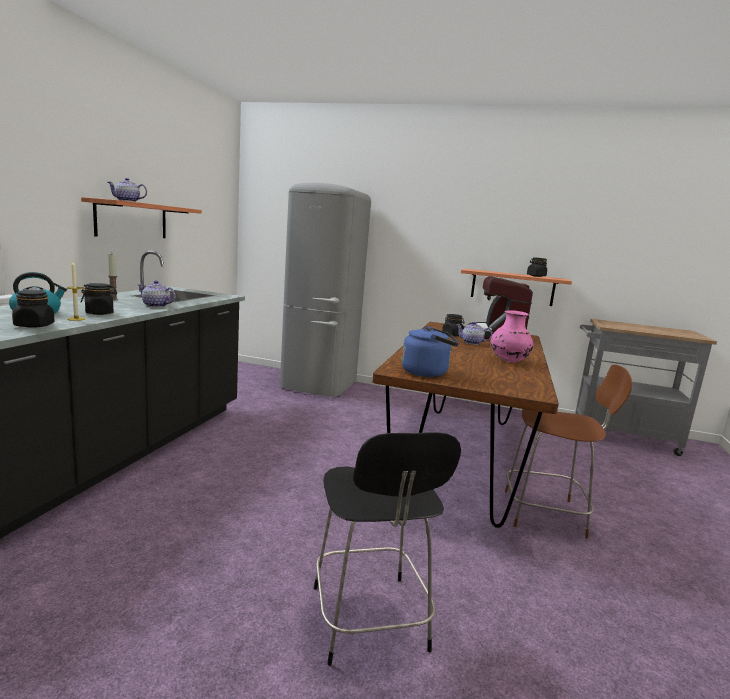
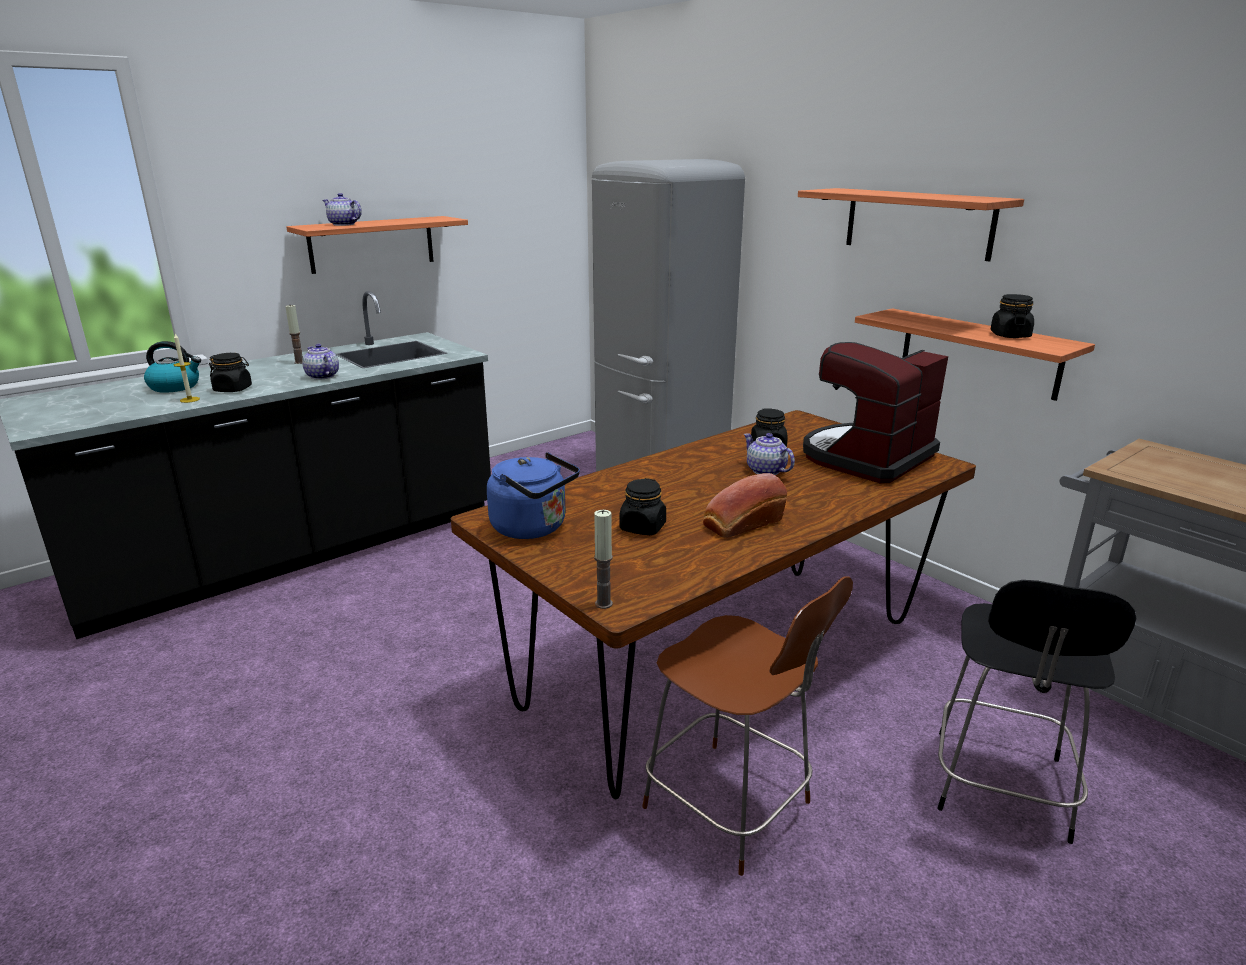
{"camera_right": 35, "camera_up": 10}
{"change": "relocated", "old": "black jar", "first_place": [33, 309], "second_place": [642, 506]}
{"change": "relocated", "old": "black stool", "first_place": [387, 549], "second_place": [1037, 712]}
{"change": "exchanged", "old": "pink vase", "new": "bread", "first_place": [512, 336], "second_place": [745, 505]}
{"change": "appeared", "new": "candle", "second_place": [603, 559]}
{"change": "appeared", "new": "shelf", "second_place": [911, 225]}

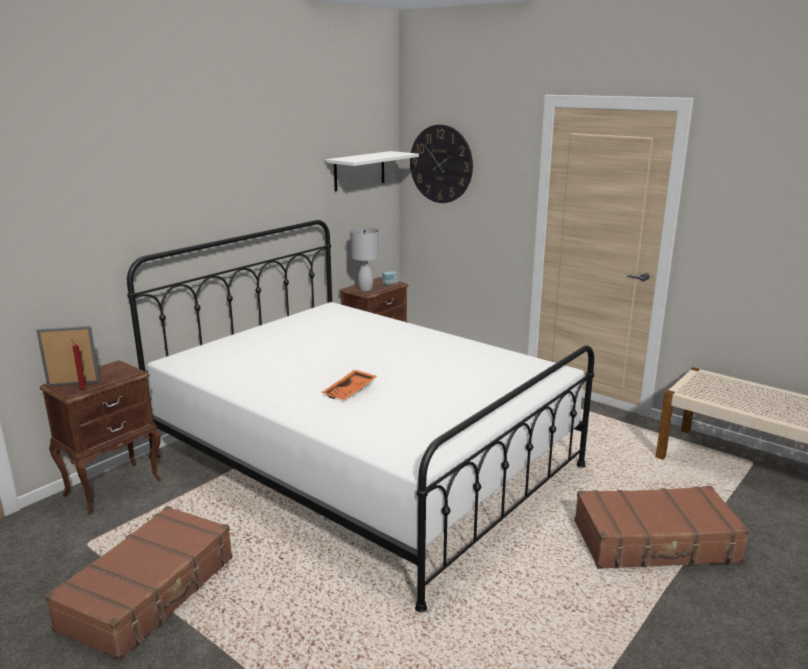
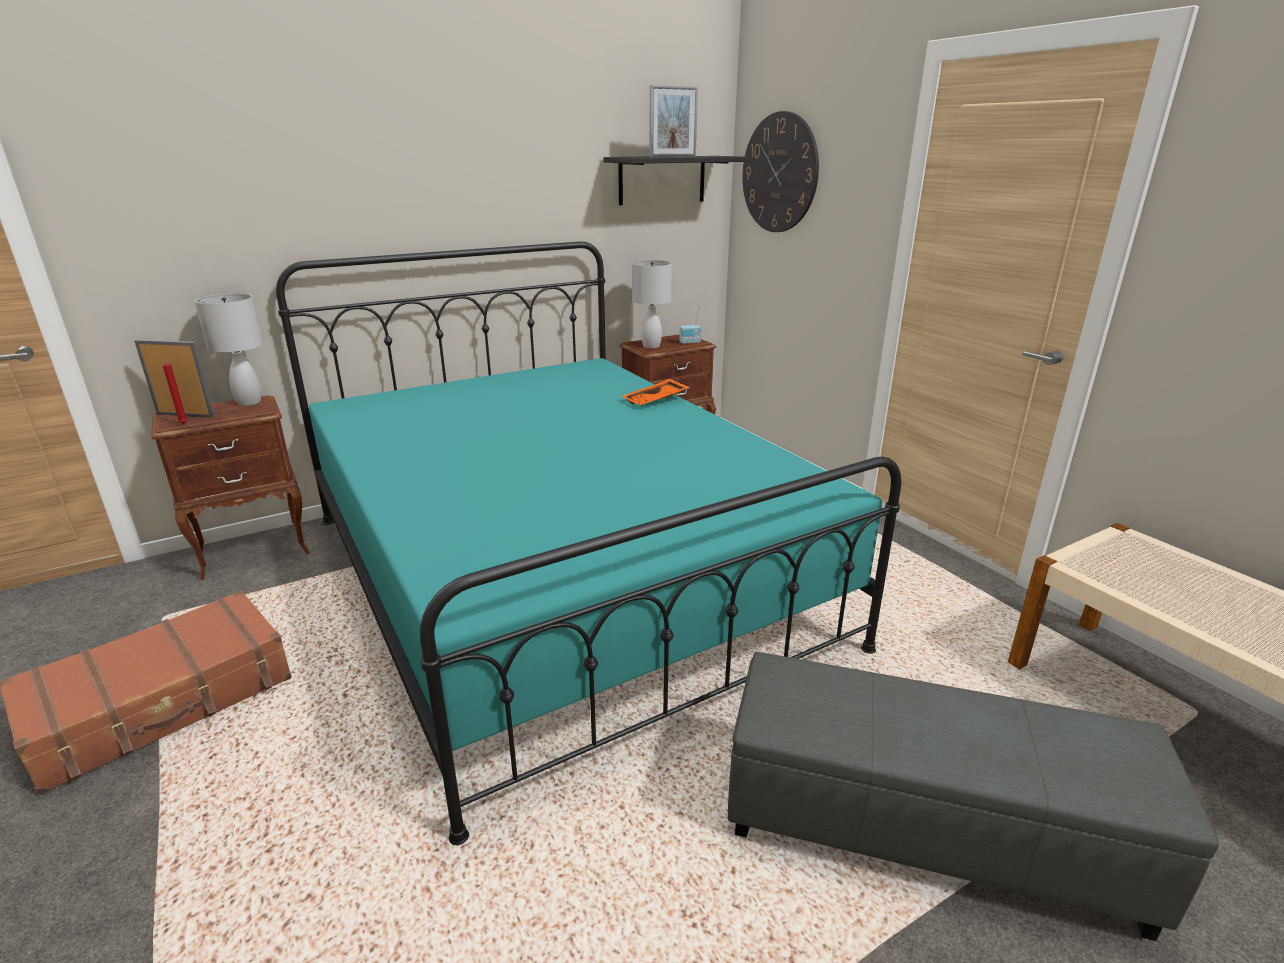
{"camera_right": 20, "camera_up": 5}
{"change": "colour", "old": "white bed", "new": "turquoise bed", "first_place": [360, 416], "second_place": [588, 543]}
{"change": "relocated", "old": "orange tray", "first_place": [349, 385], "second_place": [655, 392]}
{"change": "colour", "old": "white shelf", "new": "black shelf", "first_place": [372, 171], "second_place": [676, 180]}
{"change": "exchanged", "old": "brown suitcase", "new": "grey ottoman", "first_place": [662, 527], "second_place": [973, 796]}
{"change": "appeared", "new": "white table lamp", "second_place": [228, 350]}
{"change": "appeared", "new": "picture frame", "second_place": [673, 121]}

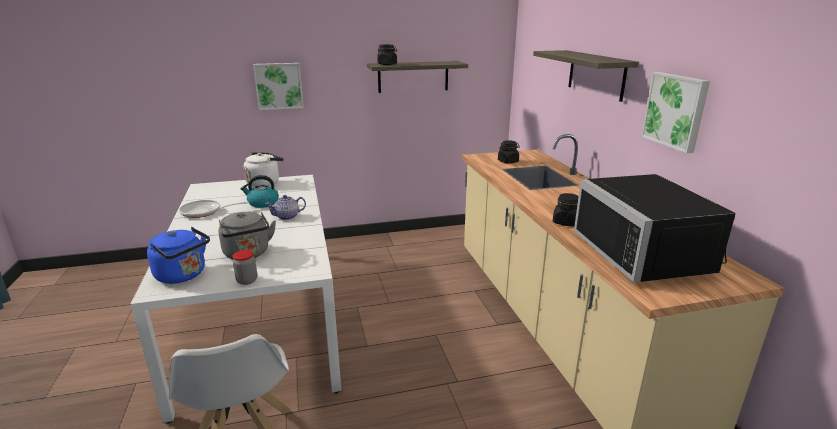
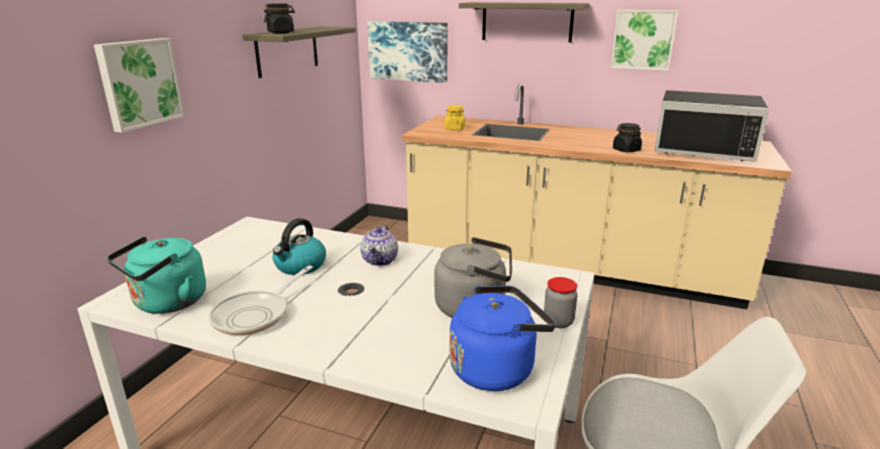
{"camera_right": -55, "camera_up": 0}
{"change": "missing", "old": "white kettle", "first_place": [264, 169]}
{"change": "colour", "old": "black jar", "new": "yellow jar", "first_place": [509, 151], "second_place": [455, 117]}
{"change": "appeared", "new": "turquoise kettle", "second_place": [156, 275]}
{"change": "appeared", "new": "picture", "second_place": [407, 52]}

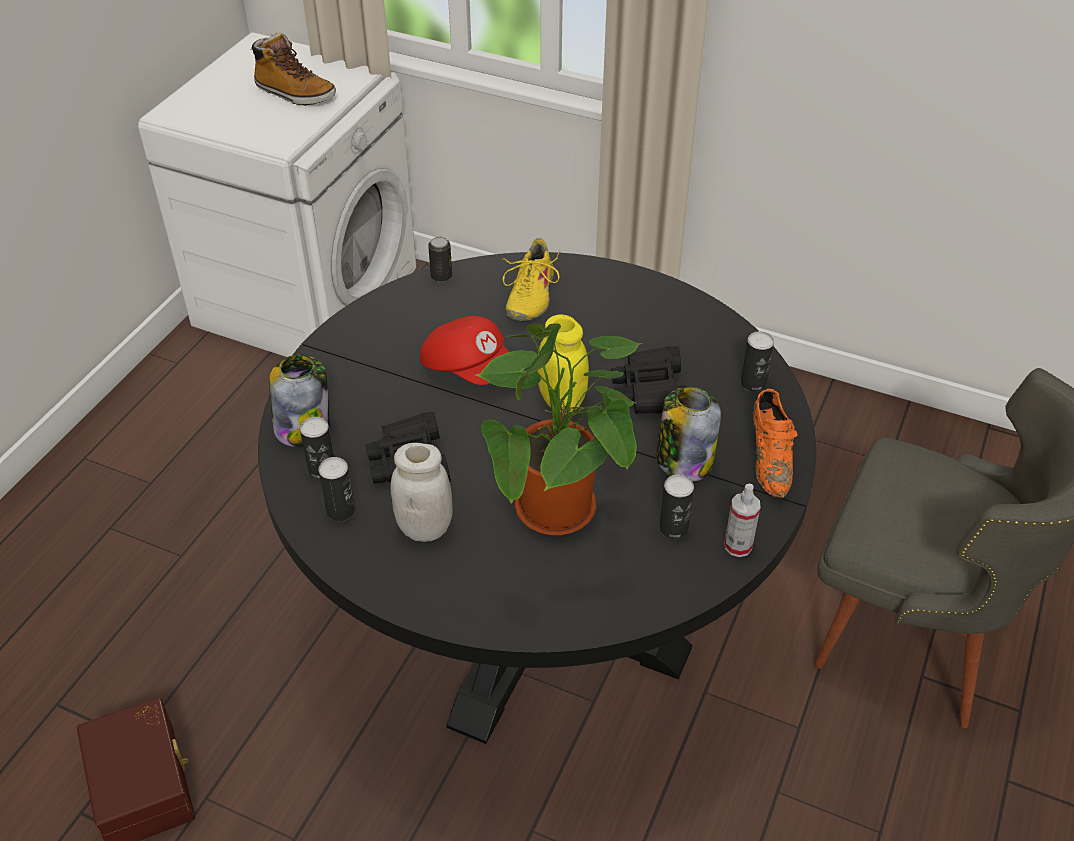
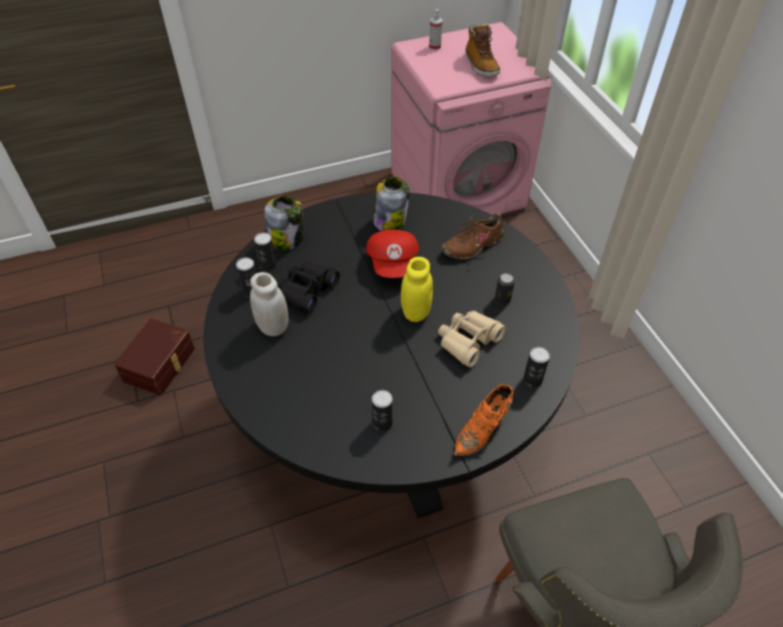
{"camera_right": 45, "camera_up": 5}
{"change": "colour", "old": "white washing machine", "new": "pink washing machine", "first_place": [277, 194], "second_place": [471, 118]}
{"change": "relocated", "old": "can", "first_place": [440, 259], "second_place": [505, 289]}
{"change": "missing", "old": "potted plant", "first_place": [559, 429]}
{"change": "colour", "old": "yellow shoe", "new": "brown shoe", "first_place": [531, 279], "second_place": [473, 236]}
{"change": "colour", "old": "black binoculars", "new": "beige binoculars", "first_place": [648, 380], "second_place": [472, 339]}
{"change": "relocated", "old": "jar", "first_place": [688, 433], "second_place": [391, 204]}
{"change": "relocated", "old": "spray bottle", "first_place": [742, 520], "second_place": [436, 29]}

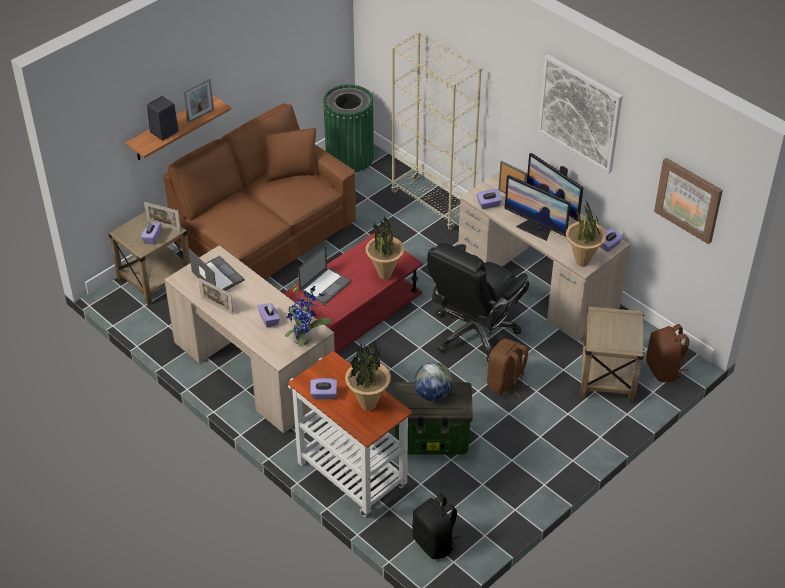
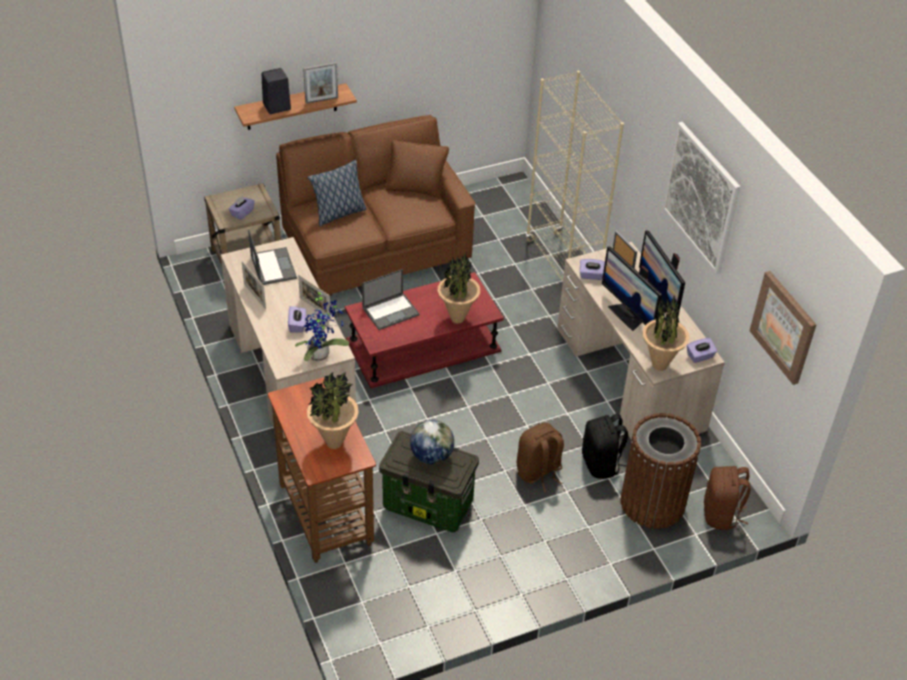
{"camera_right": 20, "camera_up": 0}
{"change": "relocated", "old": "picture frame", "first_place": [162, 216], "second_place": [314, 297]}
{"change": "colour", "old": "white cart", "new": "brown cart", "first_place": [350, 434], "second_place": [322, 470]}
{"change": "missing", "old": "purple tissue box", "first_place": [323, 388]}
{"change": "missing", "old": "green trash can", "first_place": [348, 128]}
{"change": "relocated", "old": "black backpack", "first_place": [436, 526], "second_place": [605, 446]}
{"change": "missing", "old": "black office chair", "first_place": [478, 302]}
{"change": "exchanged", "old": "beige side table", "new": "brown trash can", "first_place": [612, 354], "second_place": [661, 471]}
{"change": "appeared", "new": "pillow", "second_place": [337, 193]}

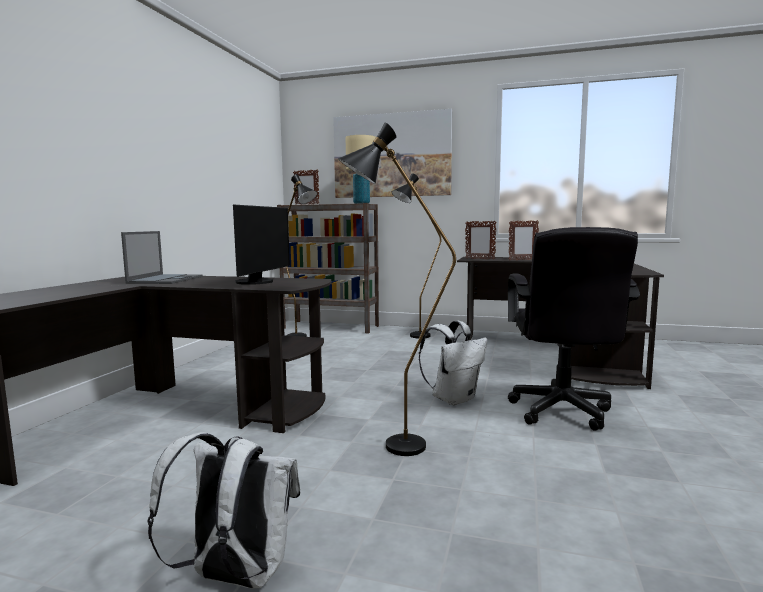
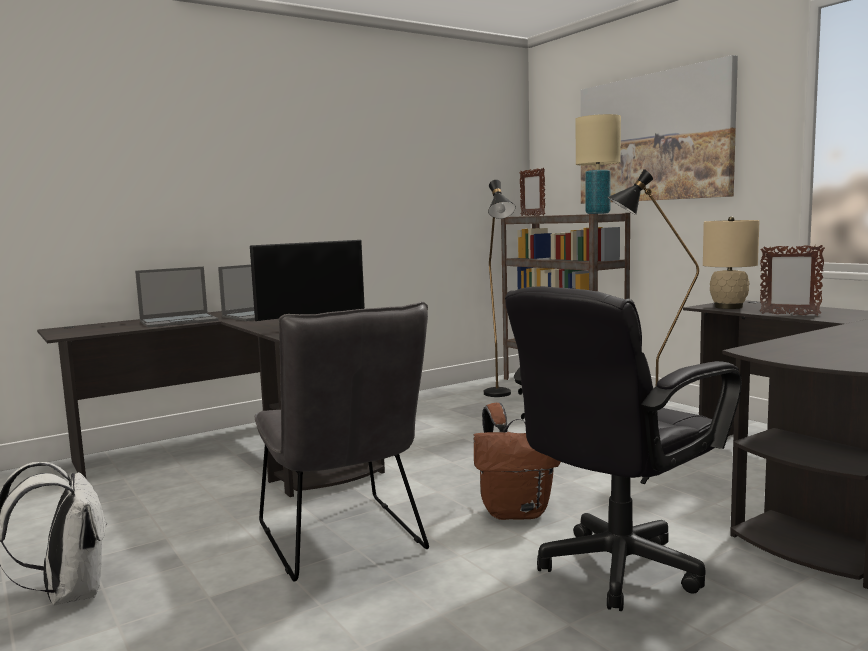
{"camera_right": 40, "camera_up": 0}
{"change": "exchanged", "old": "black floor lamp", "new": "grey chair", "first_place": [397, 289], "second_place": [342, 441]}
{"change": "colour", "old": "white backpack", "new": "brown backpack", "first_place": [453, 362], "second_place": [517, 461]}
{"change": "exchanged", "old": "picture frame", "new": "beige table lamp", "first_place": [481, 240], "second_place": [731, 262]}
{"change": "appeared", "new": "laptop", "second_place": [177, 297]}

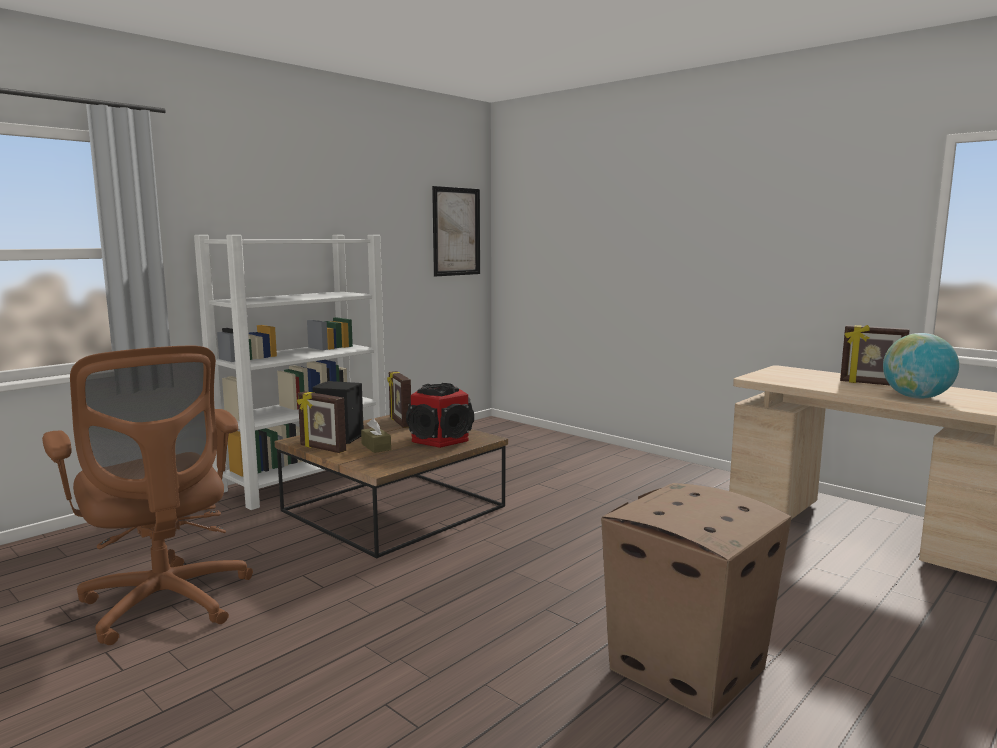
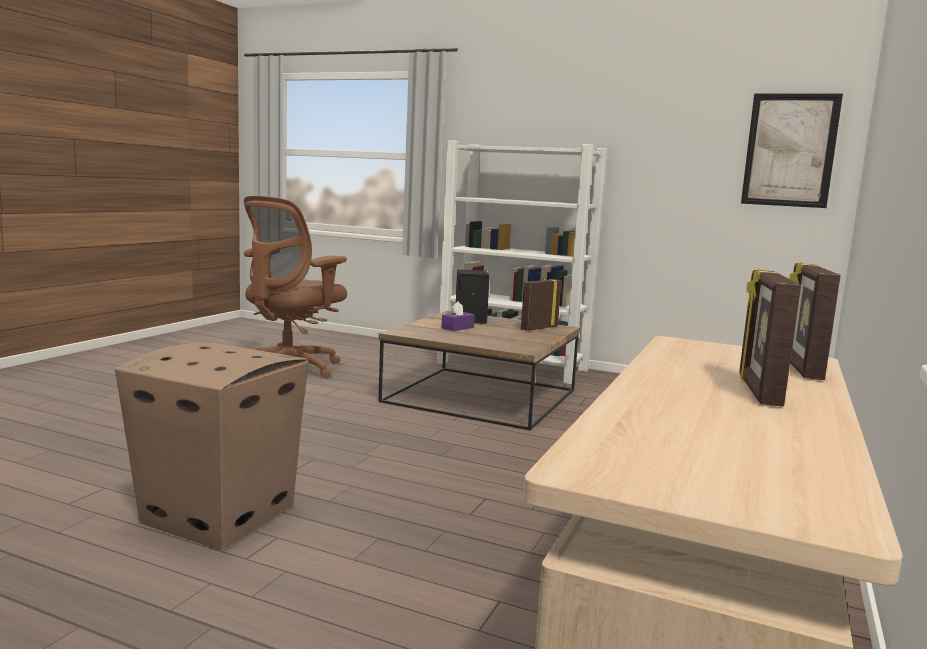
{"camera_right": 70, "camera_up": 0}
{"change": "relocated", "old": "picture frame", "first_place": [321, 422], "second_place": [815, 321]}
{"change": "colour", "old": "brown tissue box", "new": "purple tissue box", "first_place": [376, 435], "second_place": [458, 316]}
{"change": "missing", "old": "speaker", "first_place": [440, 415]}
{"change": "missing", "old": "globe", "first_place": [921, 366]}

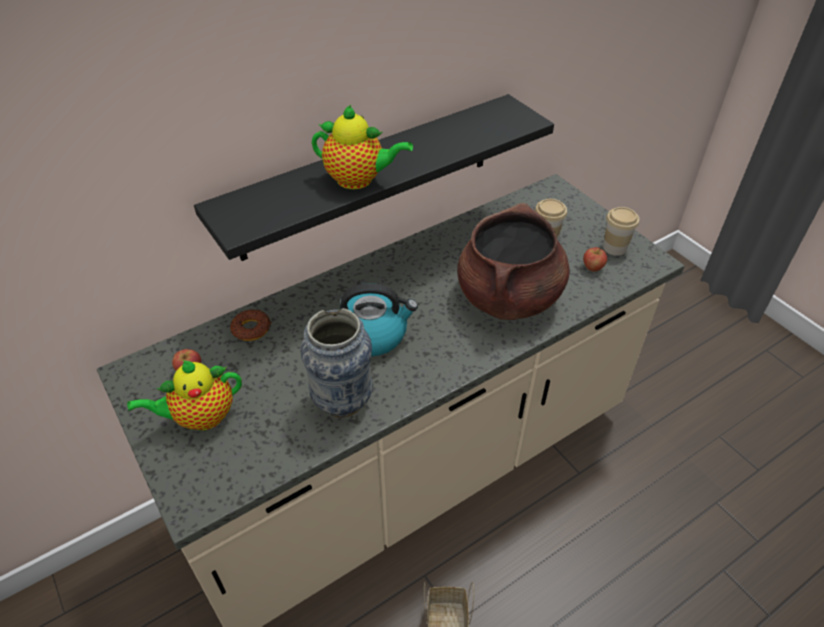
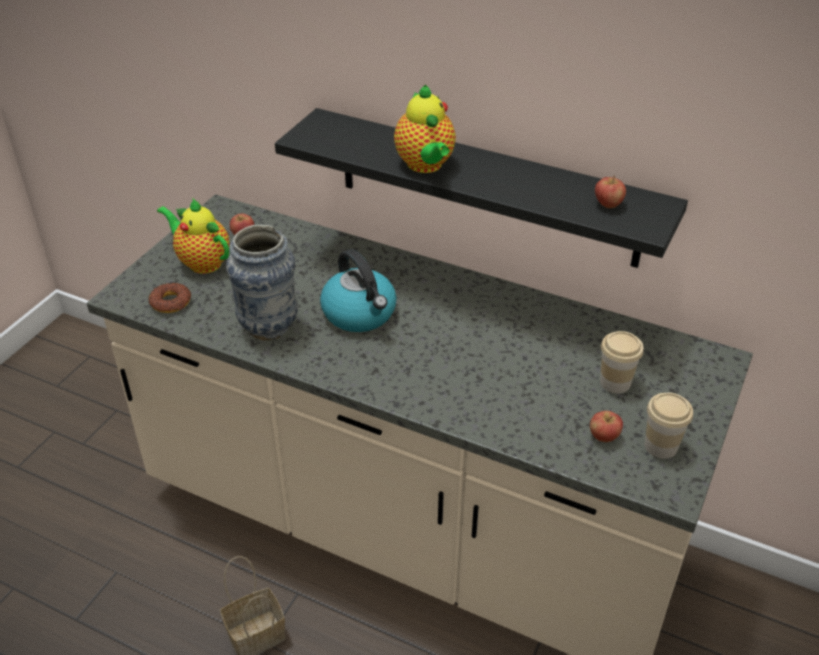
{"camera_right": 60, "camera_up": -5}
{"change": "relocated", "old": "donut", "first_place": [251, 325], "second_place": [169, 298]}
{"change": "missing", "old": "brown cooking pot", "first_place": [513, 261]}
{"change": "appeared", "new": "apple", "second_place": [610, 192]}

